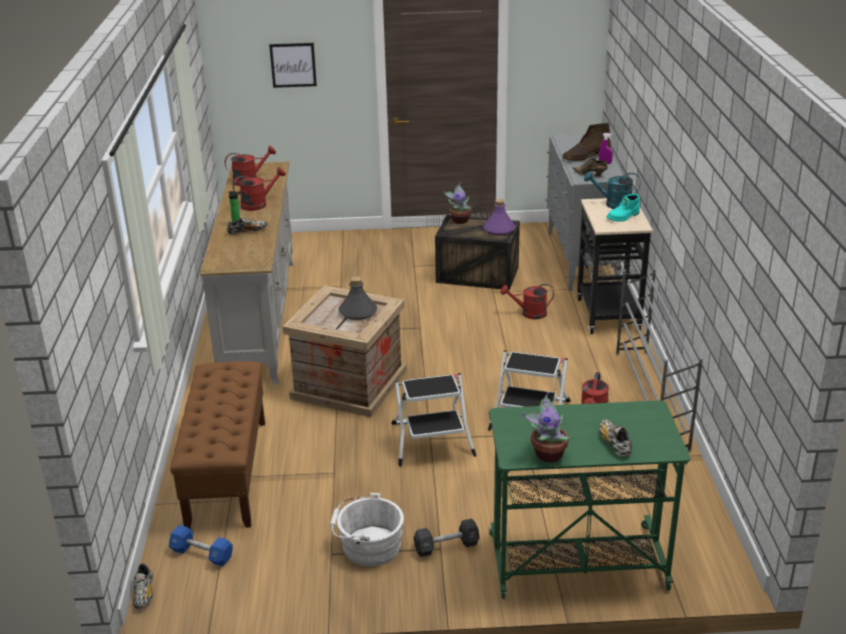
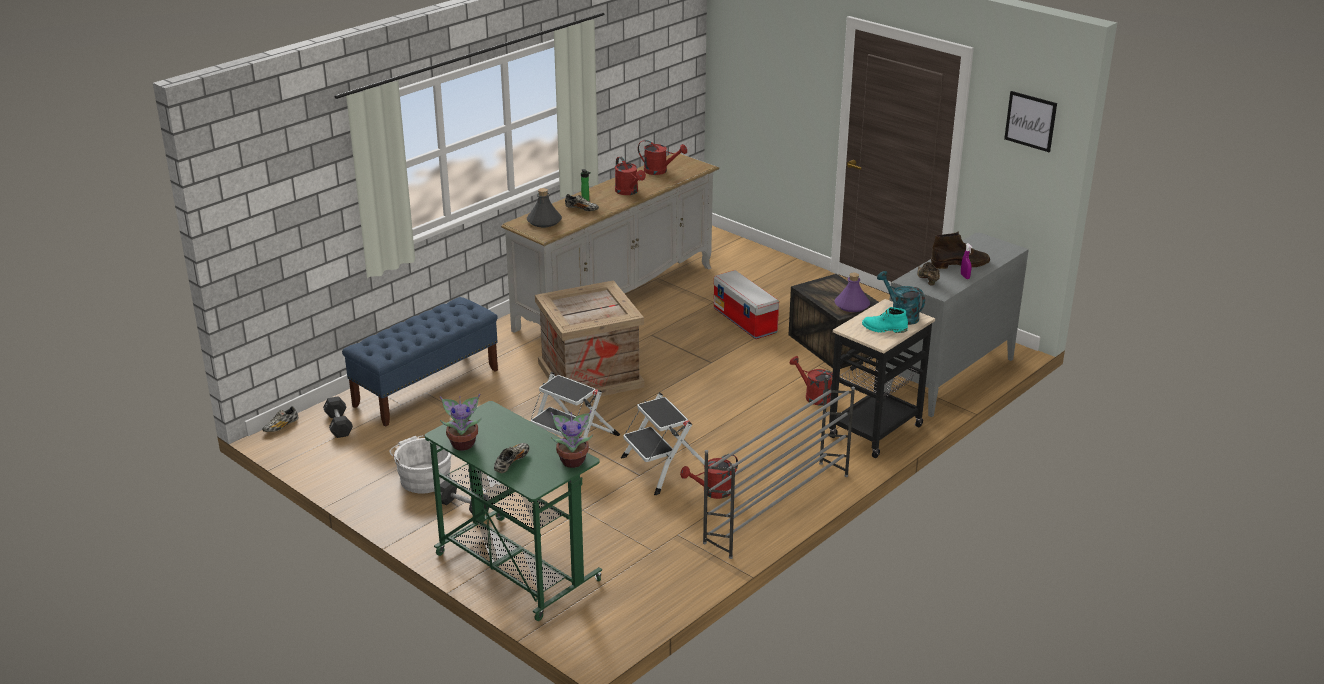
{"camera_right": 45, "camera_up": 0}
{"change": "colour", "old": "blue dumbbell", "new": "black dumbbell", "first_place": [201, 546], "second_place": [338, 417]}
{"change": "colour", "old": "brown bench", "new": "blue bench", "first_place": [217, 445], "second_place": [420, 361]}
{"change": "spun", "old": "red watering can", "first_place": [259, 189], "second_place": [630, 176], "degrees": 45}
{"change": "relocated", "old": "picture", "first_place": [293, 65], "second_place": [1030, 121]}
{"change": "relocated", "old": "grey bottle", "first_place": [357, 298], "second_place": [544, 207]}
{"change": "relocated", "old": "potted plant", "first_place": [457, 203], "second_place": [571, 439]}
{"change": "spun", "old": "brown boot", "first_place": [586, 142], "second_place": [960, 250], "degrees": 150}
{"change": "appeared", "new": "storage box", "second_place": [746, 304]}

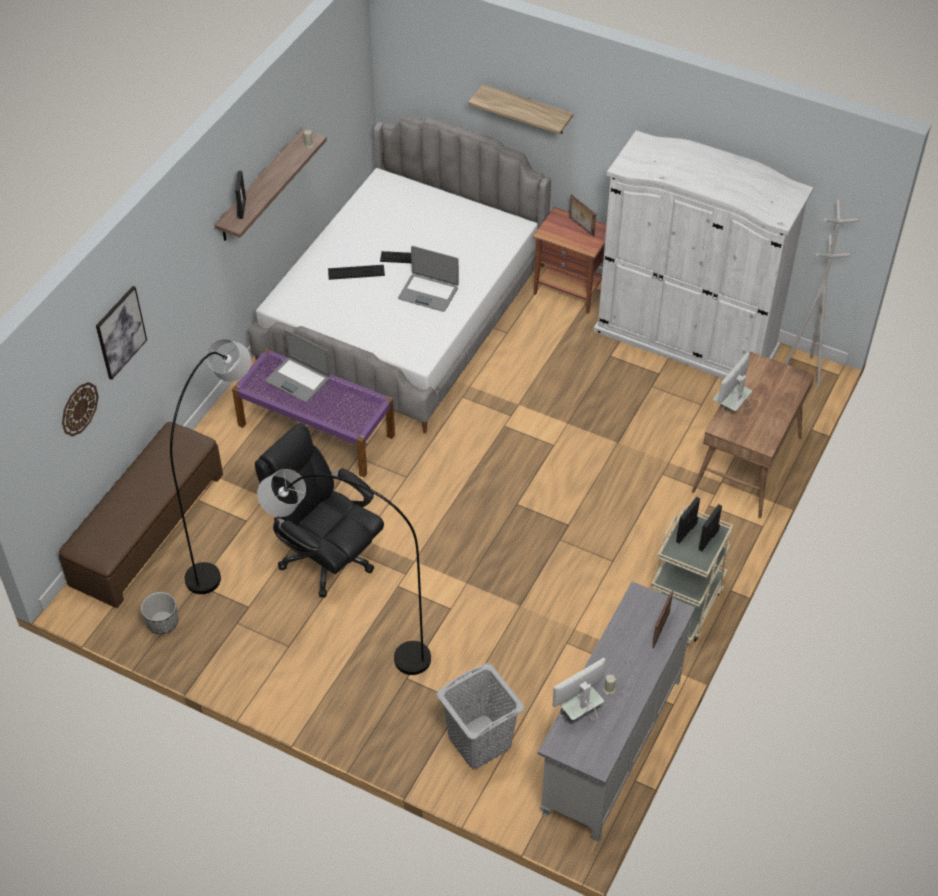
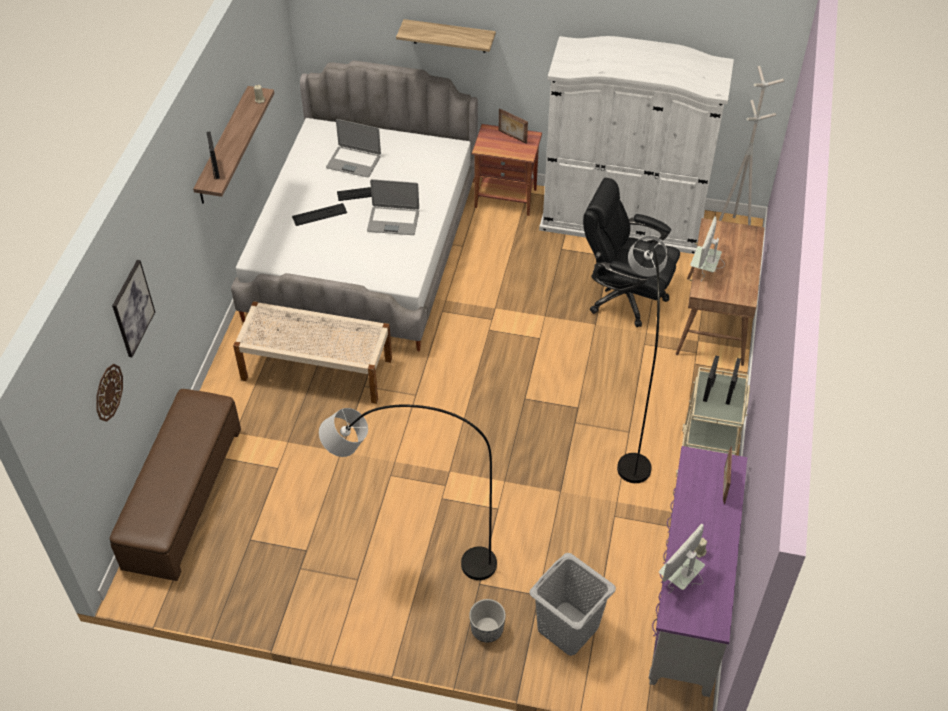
{"camera_right": -15, "camera_up": 0}
{"change": "relocated", "old": "planter", "first_place": [159, 613], "second_place": [487, 620]}
{"change": "relocated", "old": "grey floor lamp", "first_place": [210, 466], "second_place": [642, 359]}
{"change": "colour", "old": "purple bench", "new": "beige bench", "first_place": [313, 413], "second_place": [312, 352]}
{"change": "relocated", "old": "black office chair", "first_place": [319, 510], "second_place": [631, 252]}
{"change": "relocated", "old": "laptop", "first_place": [297, 366], "second_place": [353, 148]}
{"change": "colour", "old": "grey dresser", "new": "purple dresser", "first_place": [617, 712], "second_place": [698, 571]}

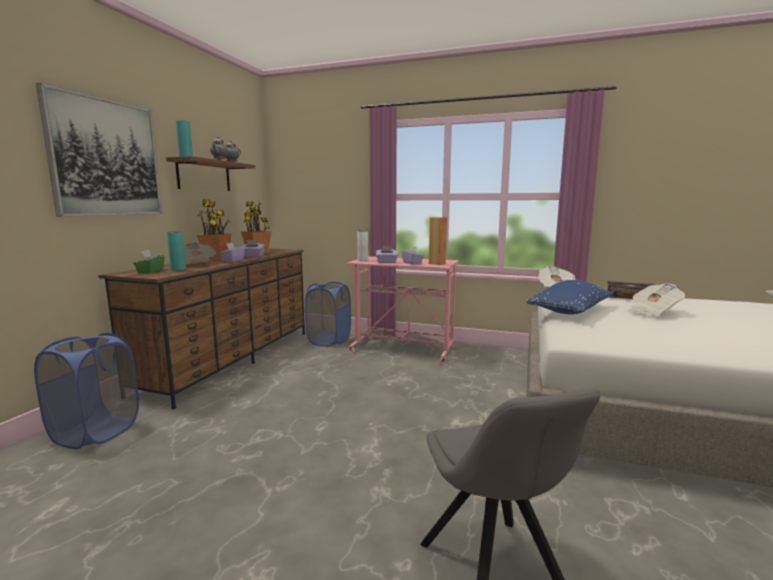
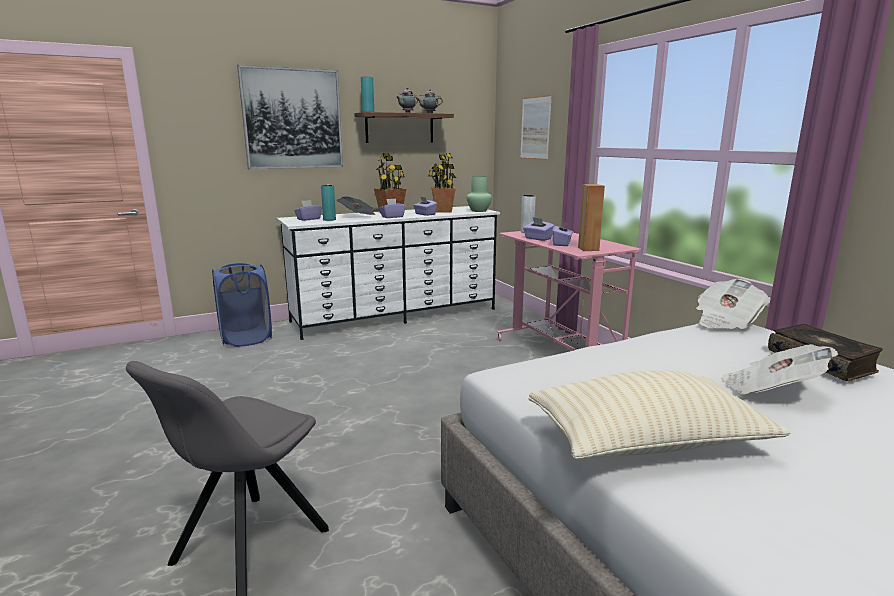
{"camera_right": 45, "camera_up": 5}
{"change": "colour", "old": "brown dresser", "new": "white dresser", "first_place": [201, 328], "second_place": [388, 273]}
{"change": "colour", "old": "green tissue box", "new": "purple tissue box", "first_place": [148, 261], "second_place": [308, 210]}
{"change": "missing", "old": "blue laundry basket", "first_place": [328, 314]}
{"change": "missing", "old": "blue pillow", "first_place": [570, 297]}
{"change": "appeared", "new": "green vase", "second_place": [479, 194]}
{"change": "appeared", "new": "picture", "second_place": [536, 127]}
{"change": "appeared", "new": "beige pillow", "second_place": [659, 415]}

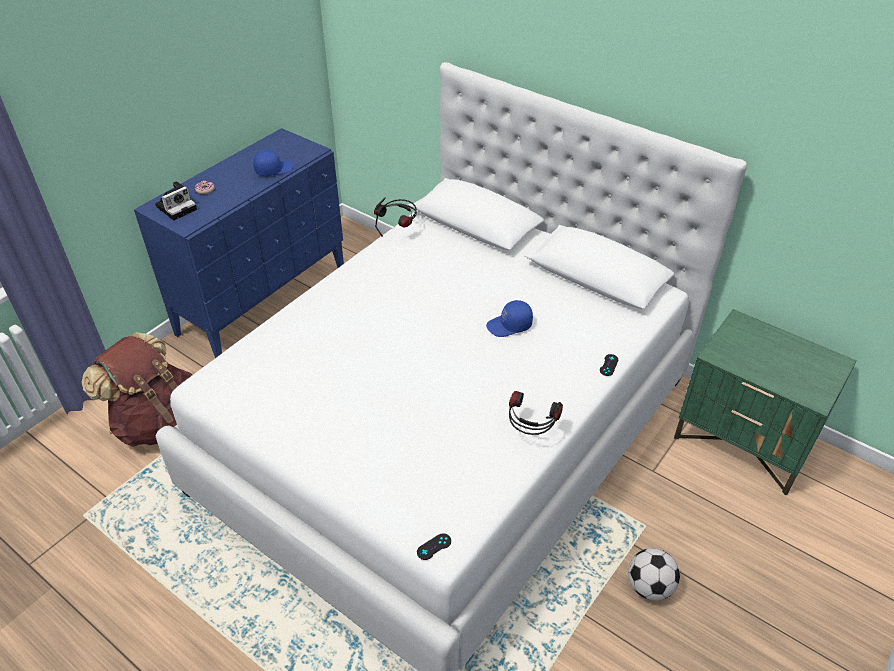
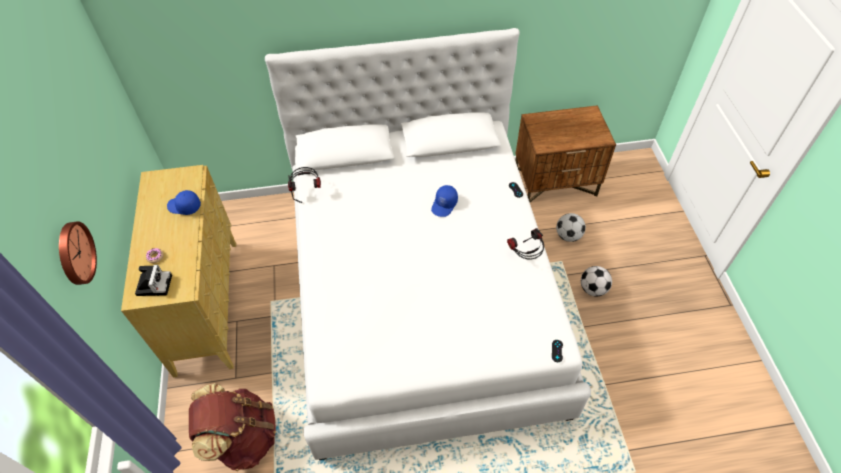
{"camera_right": -45, "camera_up": 10}
{"change": "colour", "old": "blue dresser", "new": "beige dresser", "first_place": [239, 243], "second_place": [178, 271]}
{"change": "spun", "old": "blue cap", "first_place": [273, 163], "second_place": [184, 202], "degrees": -90}
{"change": "colour", "old": "green nightstand", "new": "brown nightstand", "first_place": [765, 402], "second_place": [565, 153]}
{"change": "appeared", "new": "wall clock", "second_place": [78, 253]}
{"change": "appeared", "new": "football", "second_place": [571, 227]}

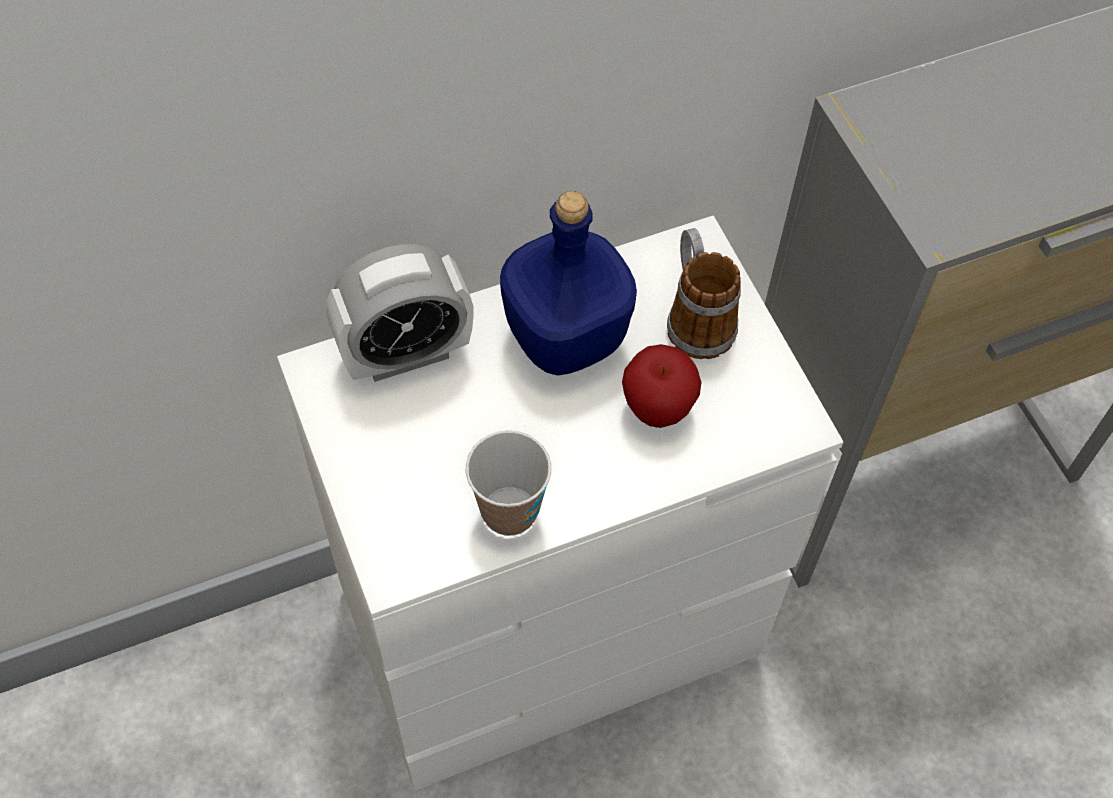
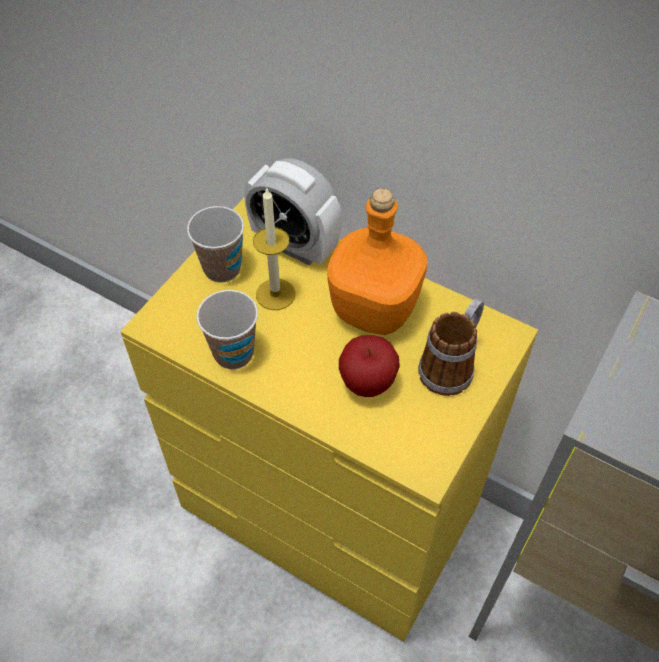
{"camera_right": 55, "camera_up": -5}
{"change": "colour", "old": "white dresser", "new": "yellow dresser", "first_place": [560, 503], "second_place": [329, 420]}
{"change": "colour", "old": "blue bottle", "new": "orange bottle", "first_place": [568, 283], "second_place": [377, 261]}
{"change": "appeared", "new": "cup", "second_place": [215, 244]}
{"change": "appeared", "new": "candle", "second_place": [274, 248]}

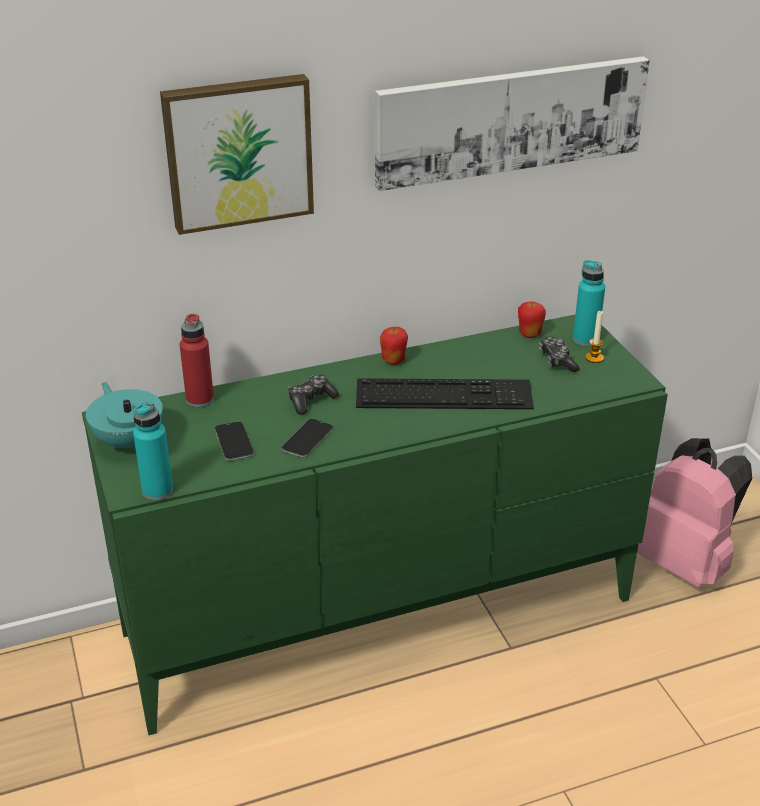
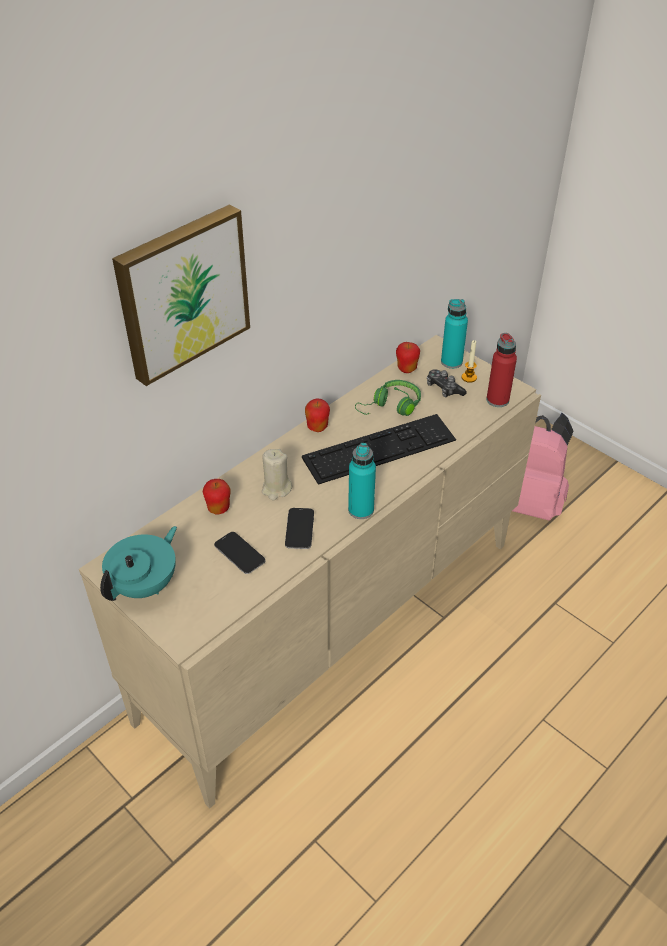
{"camera_right": -25, "camera_up": 10}
{"change": "colour", "old": "green dresser", "new": "beige dresser", "first_place": [375, 525], "second_place": [310, 571]}
{"change": "spun", "old": "turquoise teapot", "first_place": [124, 417], "second_place": [138, 563], "degrees": 90}
{"change": "relocated", "old": "turquoise bottle", "first_place": [153, 450], "second_place": [362, 481]}
{"change": "relocated", "old": "red bottle", "first_place": [197, 360], "second_place": [502, 370]}
{"change": "exchanged", "old": "game controller", "new": "beige candle", "first_place": [313, 395], "second_place": [277, 474]}
{"change": "missing", "old": "picture", "first_place": [512, 123]}
{"change": "appeared", "new": "apple", "second_place": [217, 496]}
{"change": "appeared", "new": "green headphones", "second_place": [388, 398]}

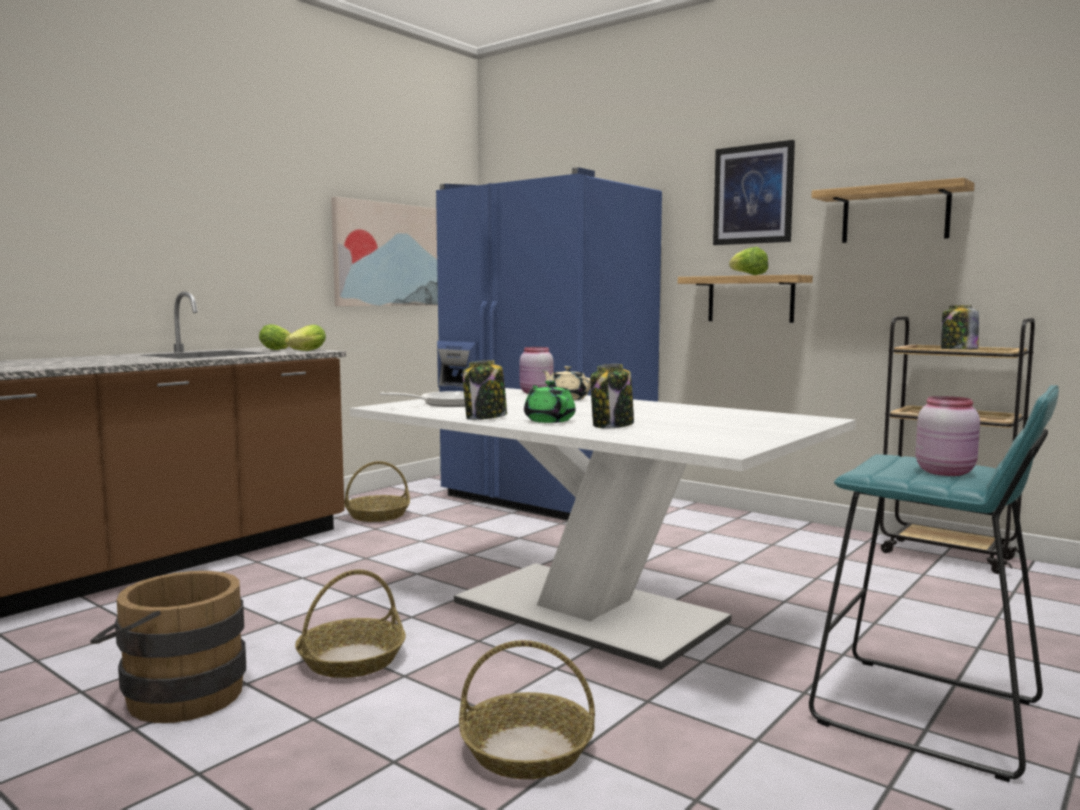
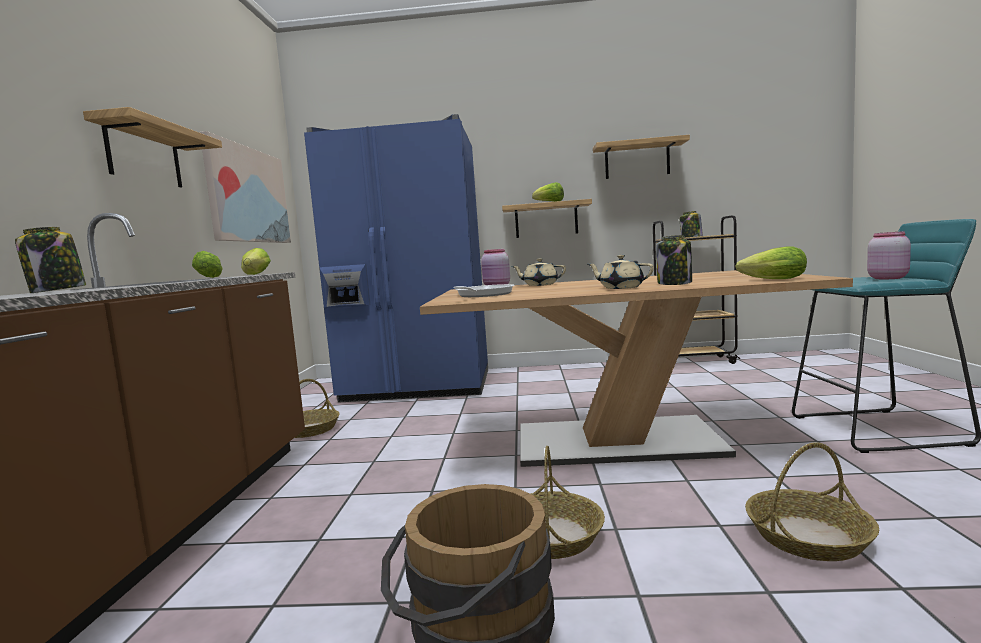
{"camera_right": -35, "camera_up": 0}
{"change": "colour", "old": "white dining table", "new": "brown dining table", "first_place": [603, 529], "second_place": [636, 368]}
{"change": "relocated", "old": "jar", "first_place": [484, 390], "second_place": [50, 260]}
{"change": "colour", "old": "green teapot", "new": "beige teapot", "first_place": [550, 401], "second_place": [621, 272]}
{"change": "missing", "old": "picture", "first_place": [754, 192]}
{"change": "appeared", "new": "shelf", "second_place": [152, 147]}
{"change": "appeared", "new": "lettuce", "second_place": [771, 262]}

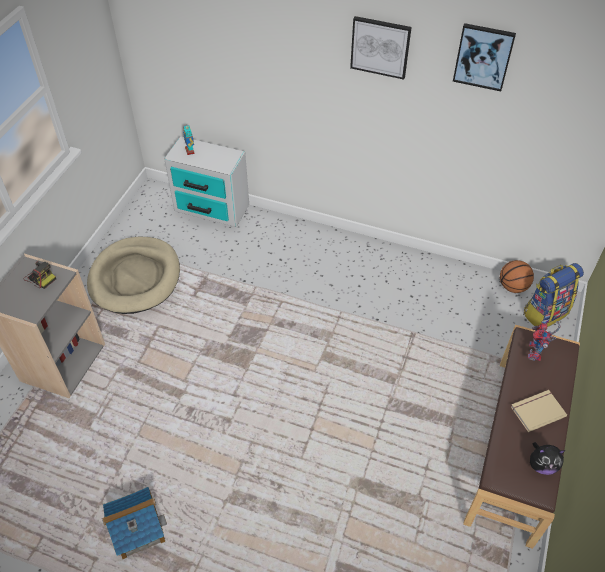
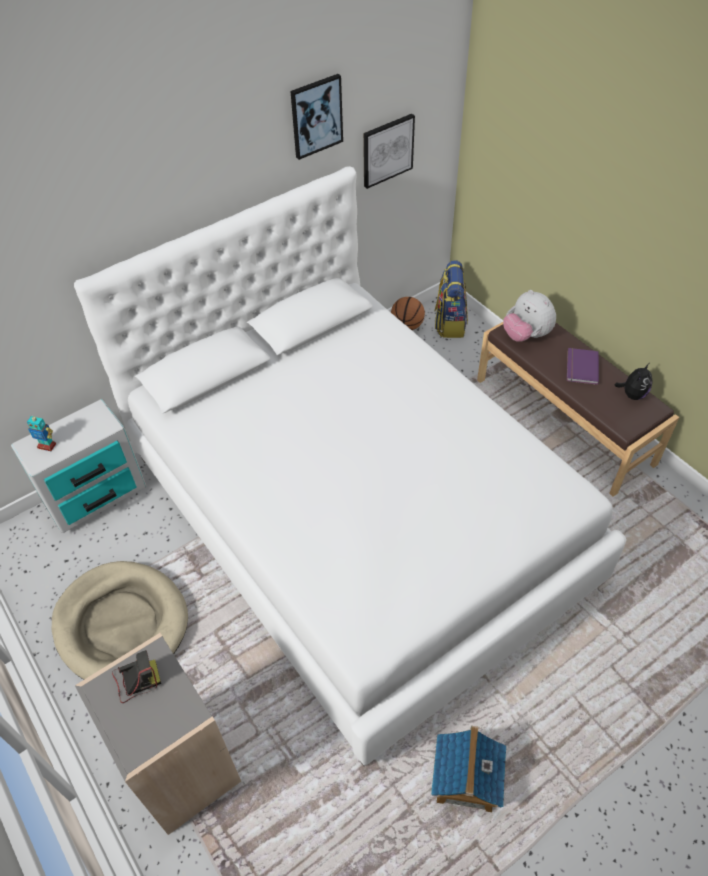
{"camera_right": -55, "camera_up": 0}
{"change": "relocated", "old": "picture", "first_place": [381, 48], "second_place": [389, 151]}
{"change": "colour", "old": "beige book", "new": "purple book", "first_place": [539, 411], "second_place": [583, 366]}
{"change": "exchanged", "old": "toy robot", "new": "plush toy", "first_place": [543, 340], "second_place": [529, 316]}
{"change": "appeared", "new": "white bed", "second_place": [350, 466]}

